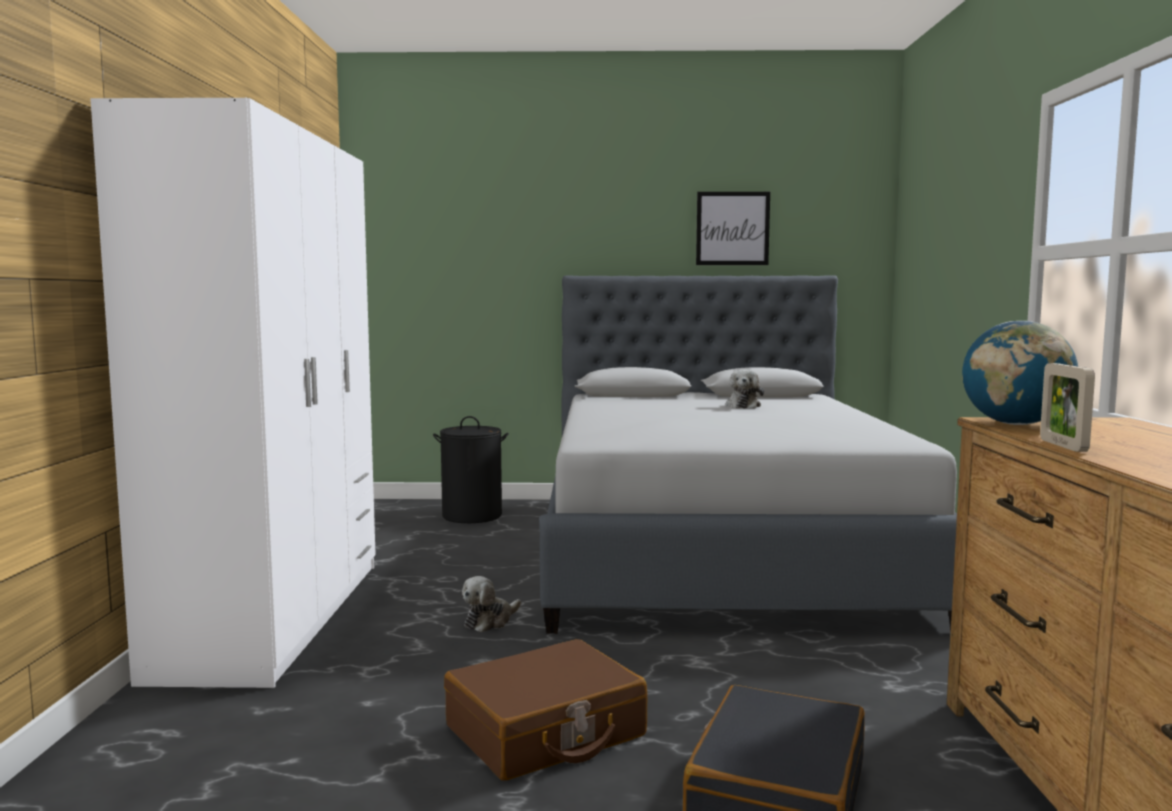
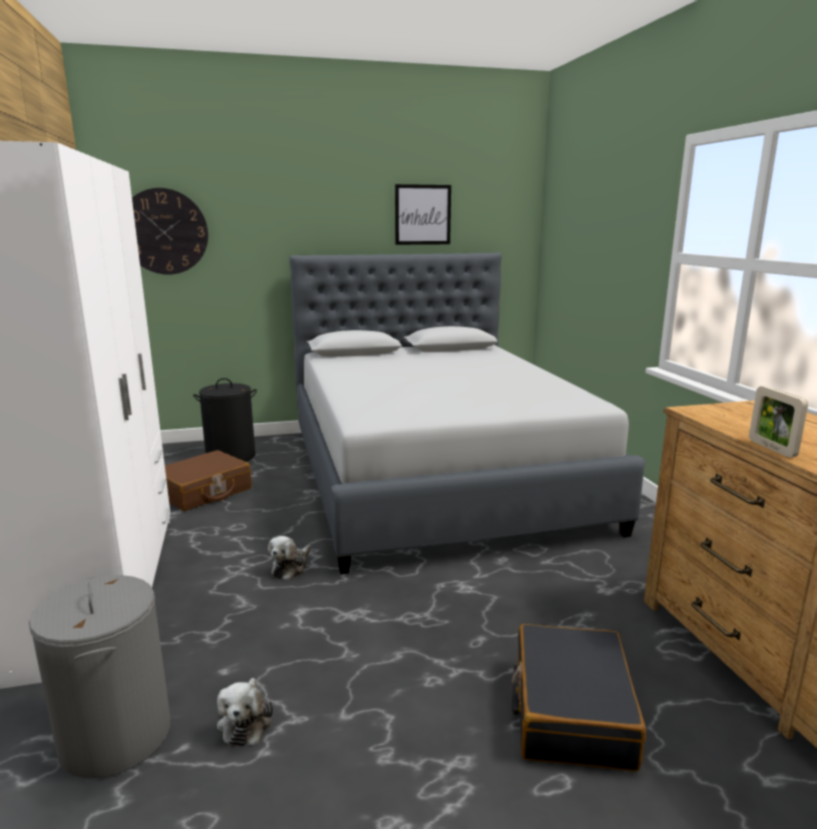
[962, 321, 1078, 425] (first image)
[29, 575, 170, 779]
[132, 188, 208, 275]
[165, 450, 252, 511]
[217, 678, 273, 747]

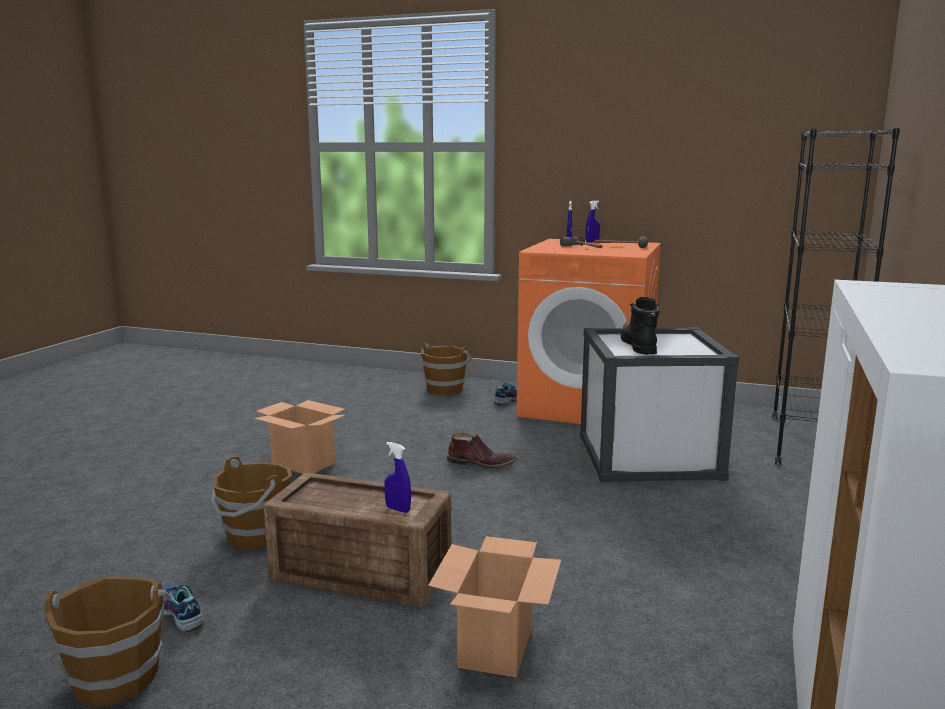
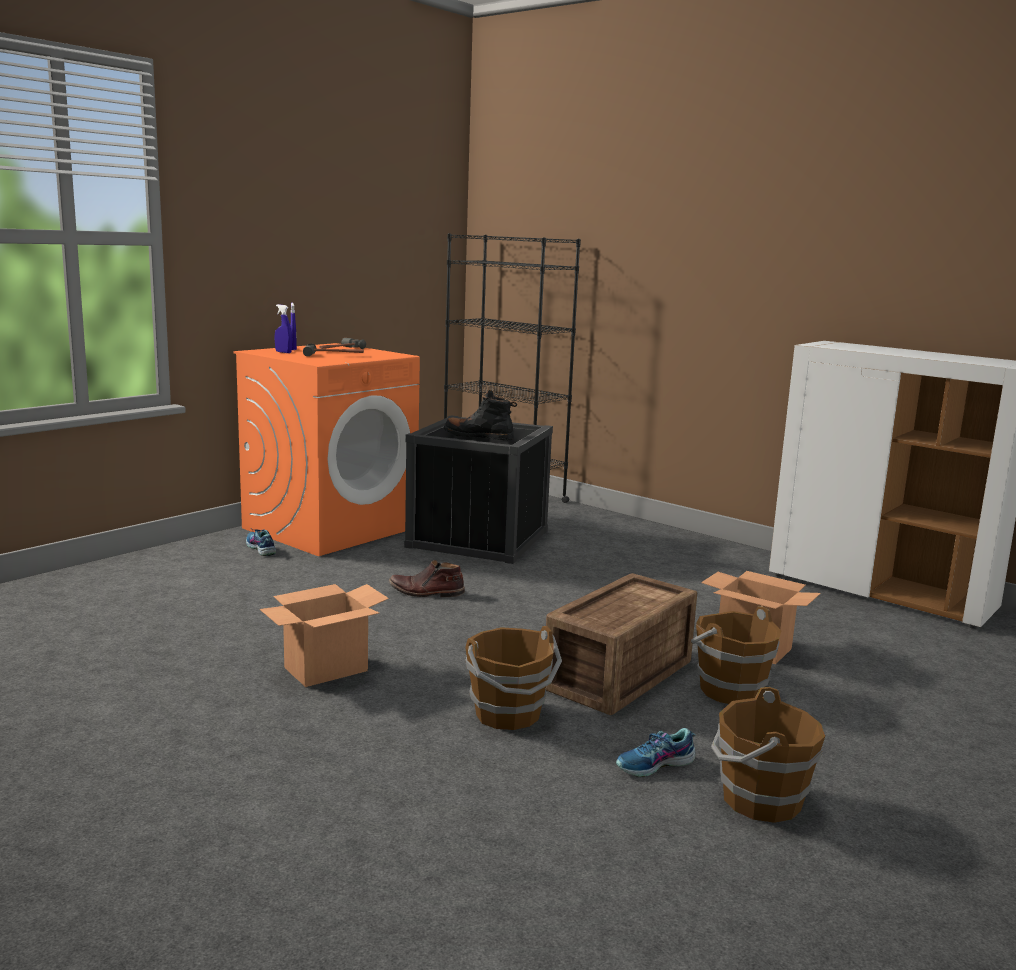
[384, 442, 411, 513] (first image)
[691, 606, 781, 704]
[404, 415, 553, 564]
[389, 560, 465, 597]

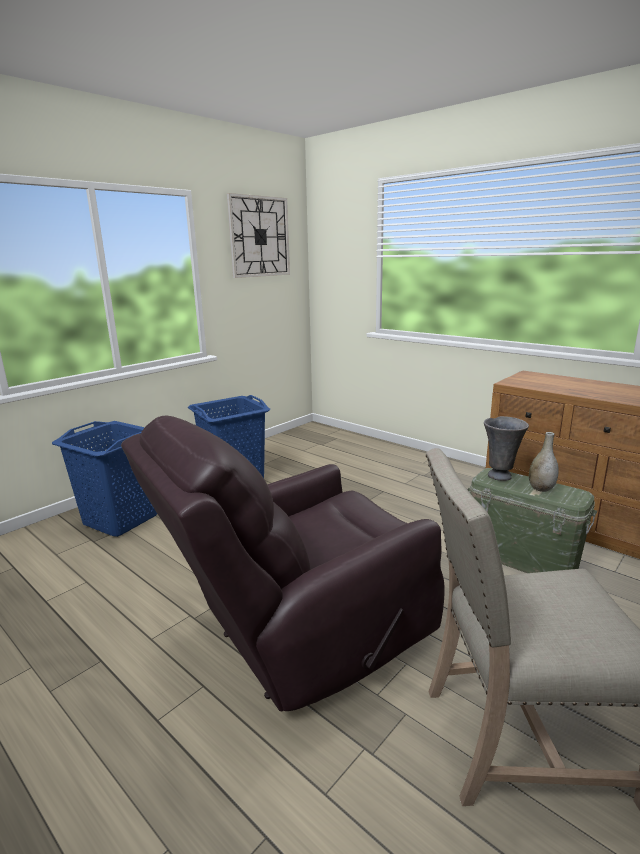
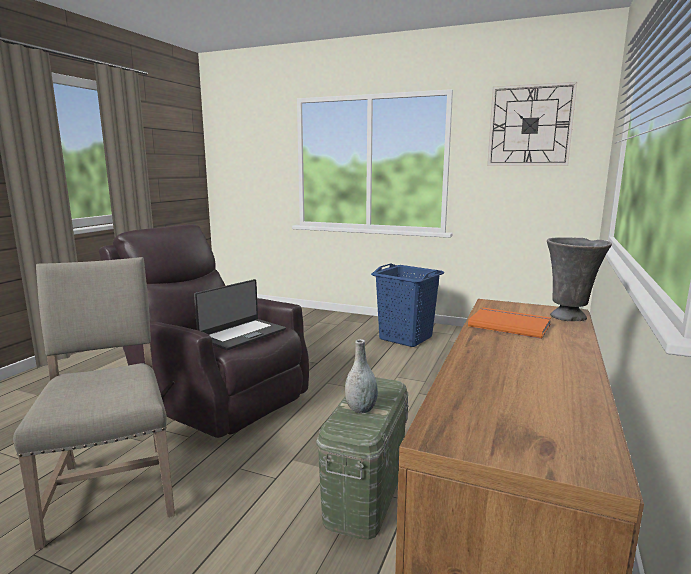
[52, 421, 157, 537] (first image)
[194, 279, 286, 350]
[468, 307, 551, 339]
[547, 237, 612, 321]

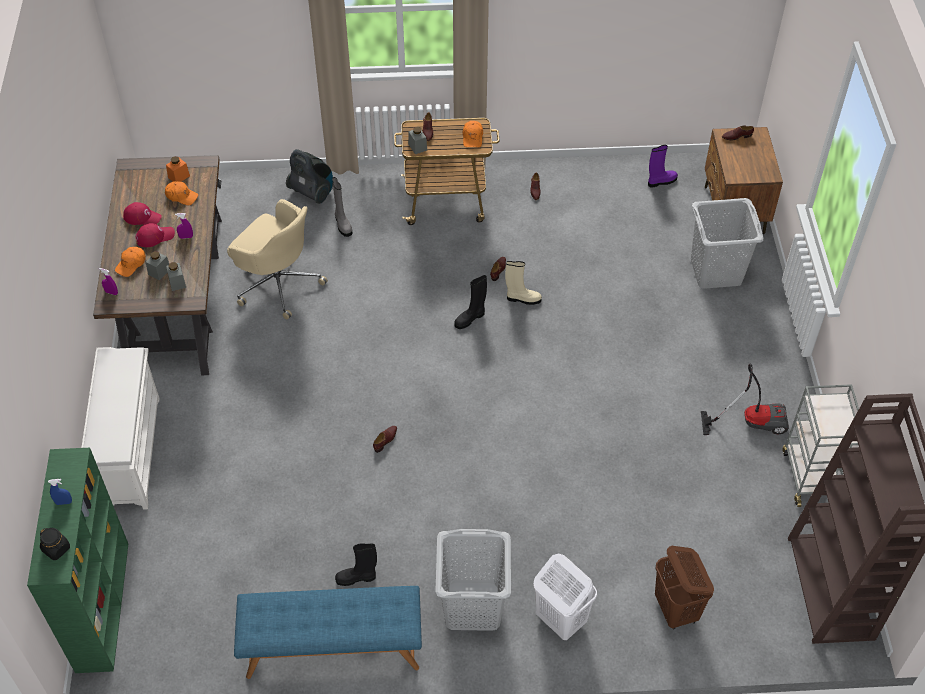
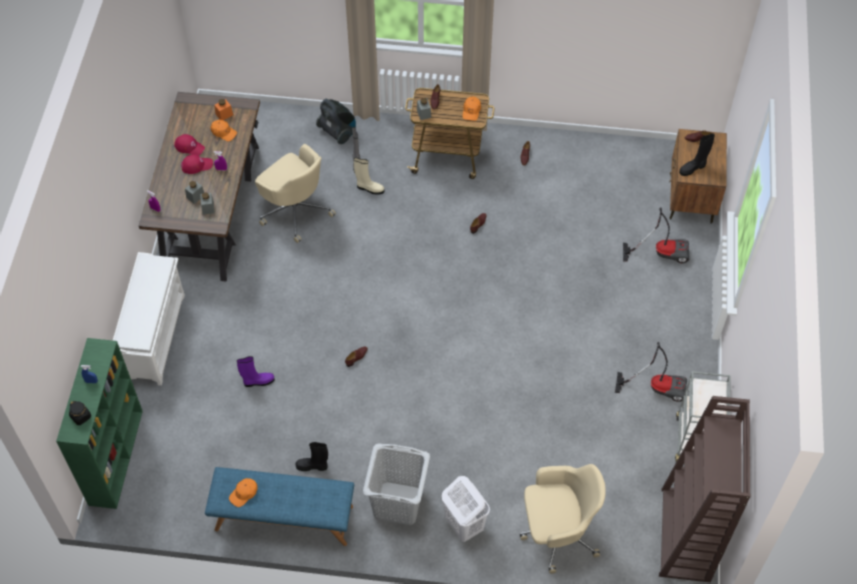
[229, 478, 258, 507]
[679, 134, 715, 176]
[354, 158, 384, 195]
[237, 356, 275, 387]
[520, 464, 606, 574]
[623, 207, 690, 263]

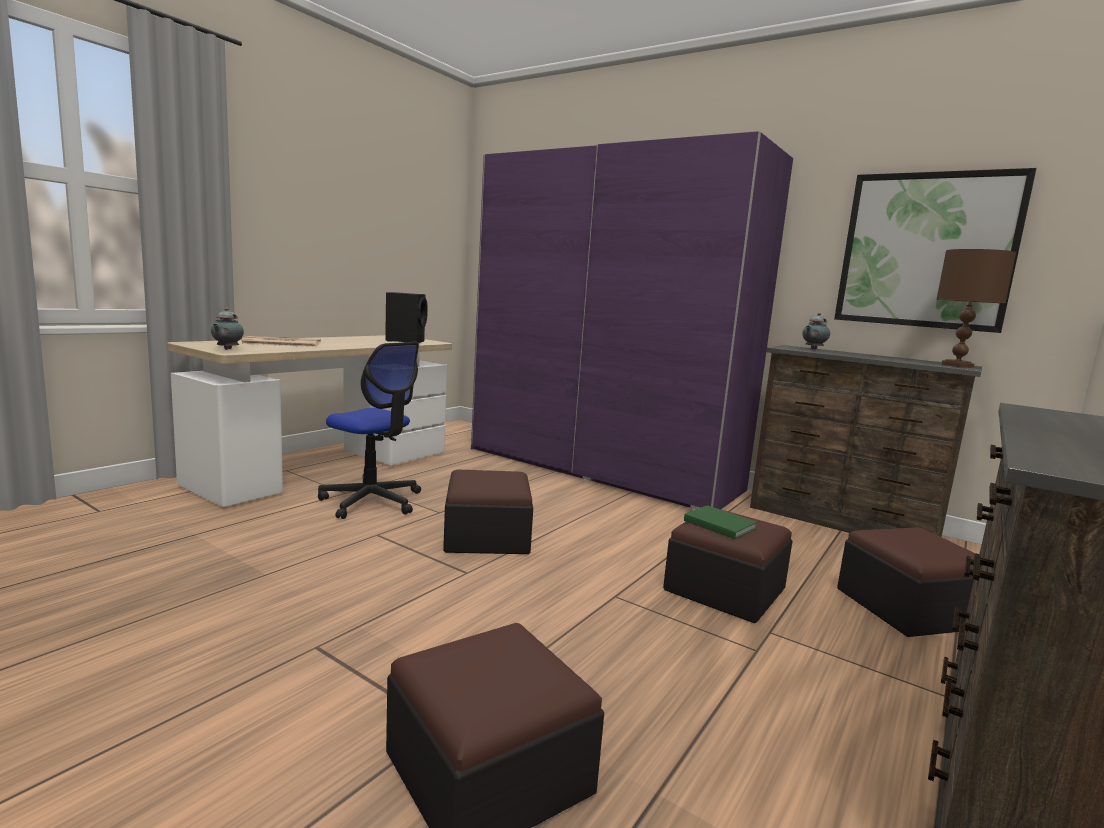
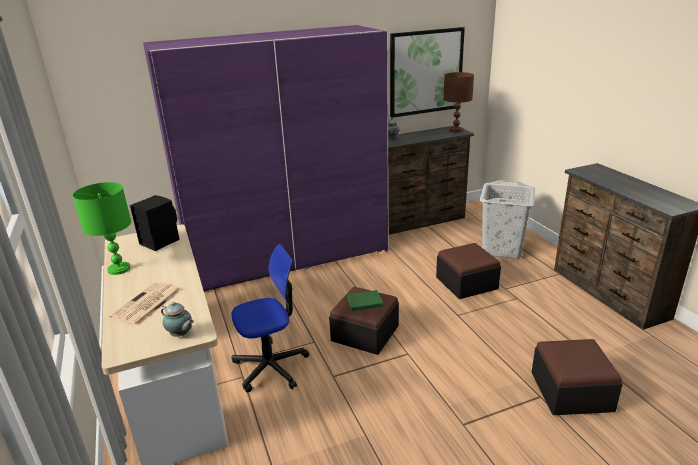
[73, 182, 131, 275]
[347, 290, 383, 311]
[480, 180, 535, 259]

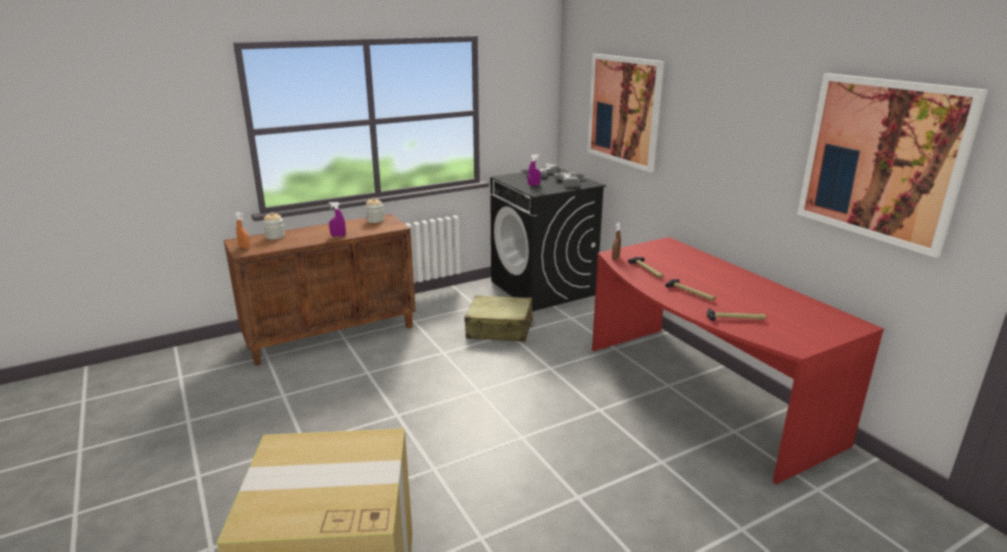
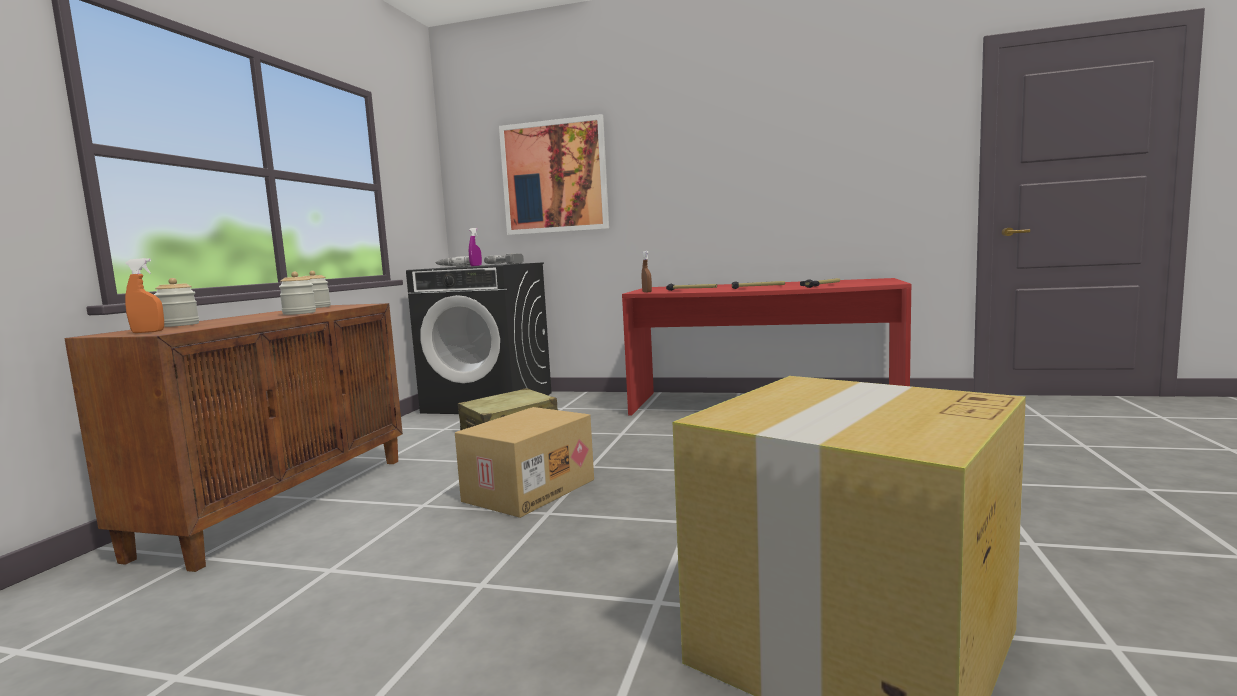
[797, 73, 988, 258] (first image)
[455, 407, 594, 518]
[279, 272, 316, 315]

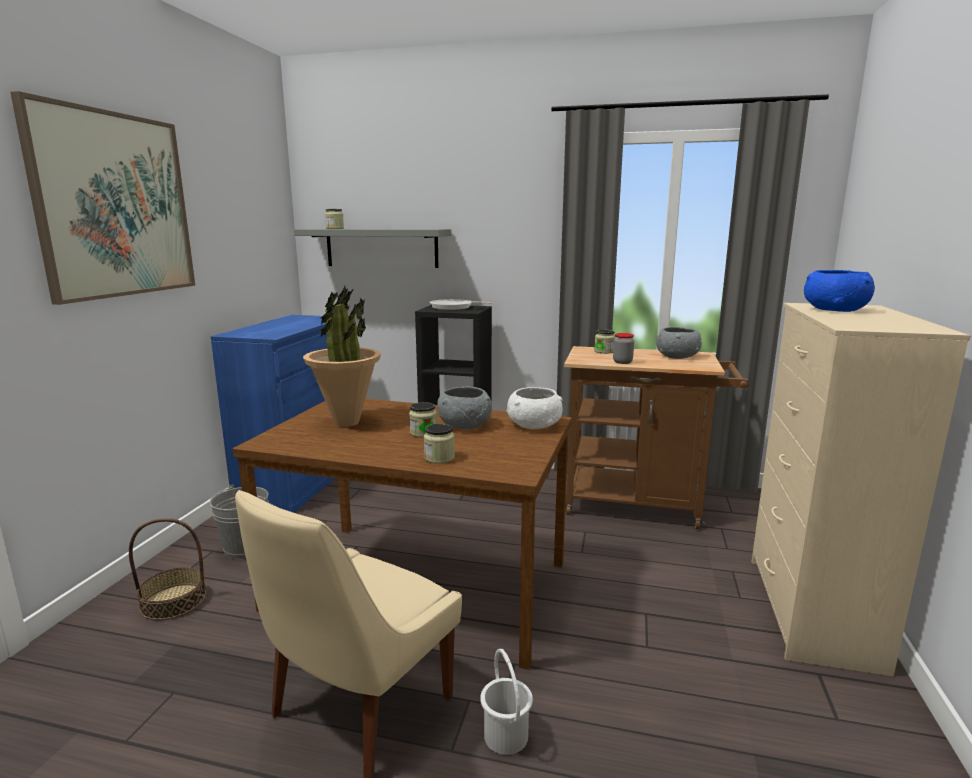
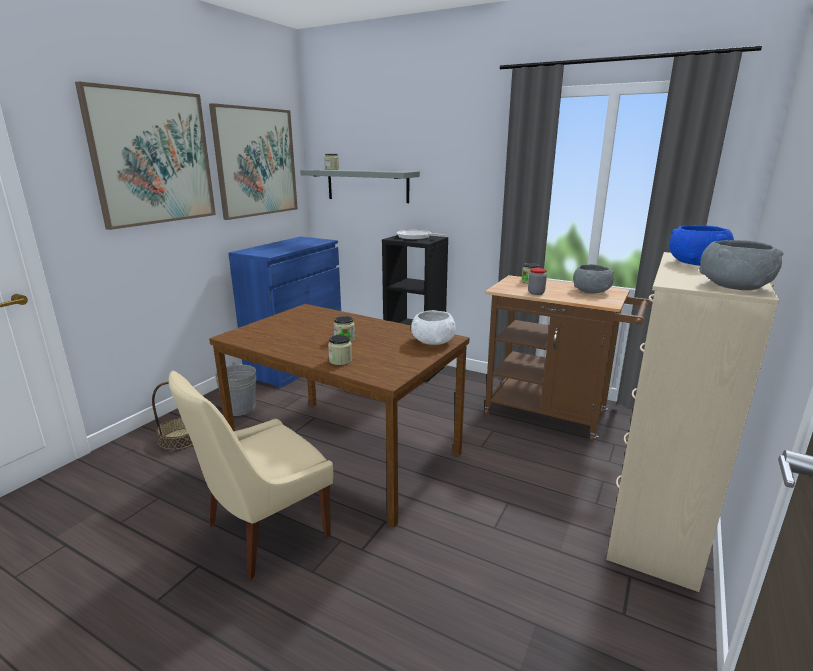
[303, 286, 381, 427] (first image)
[480, 649, 533, 755] (first image)
[209, 103, 298, 220]
[699, 240, 784, 290]

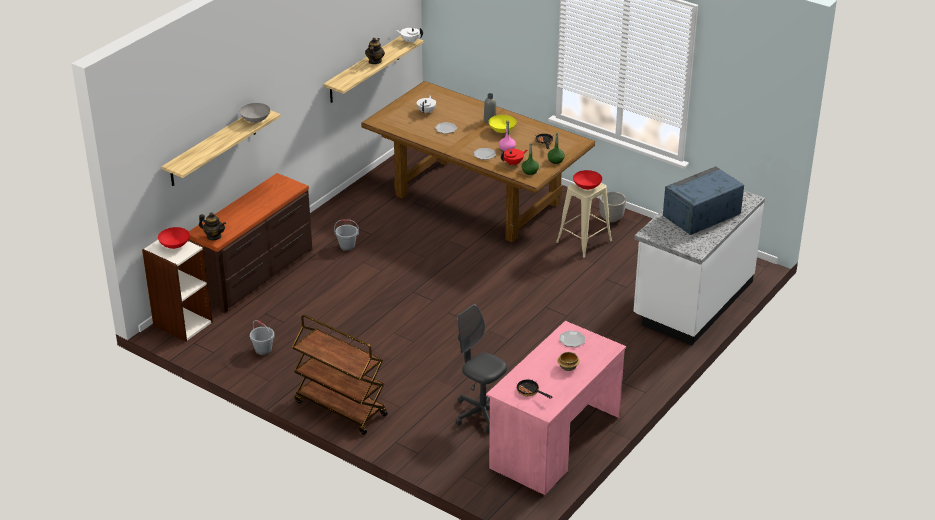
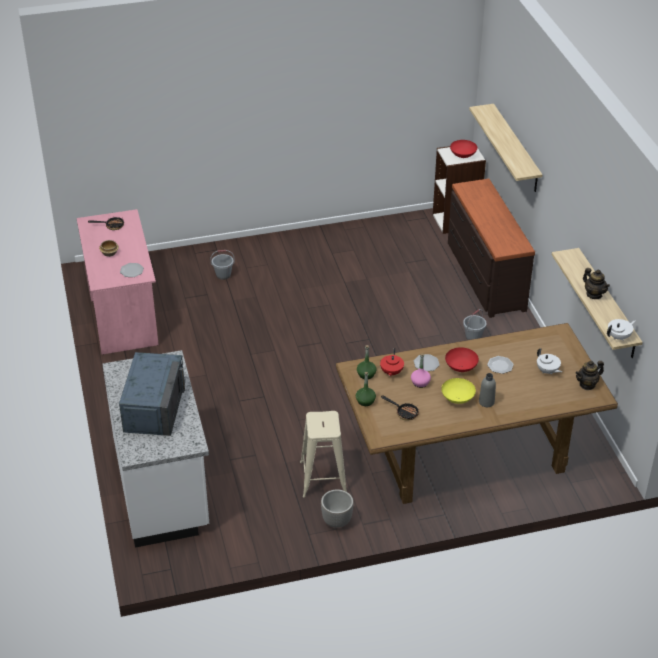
[239, 103, 270, 123] (first image)
[292, 315, 388, 435] (first image)
[456, 304, 507, 433] (first image)
[575, 361, 604, 390]
[210, 250, 235, 280]
[445, 347, 479, 372]

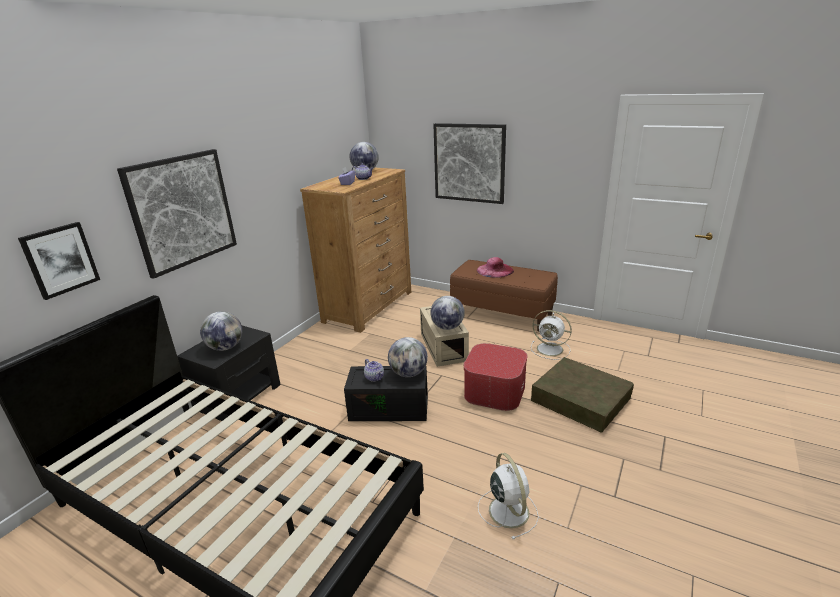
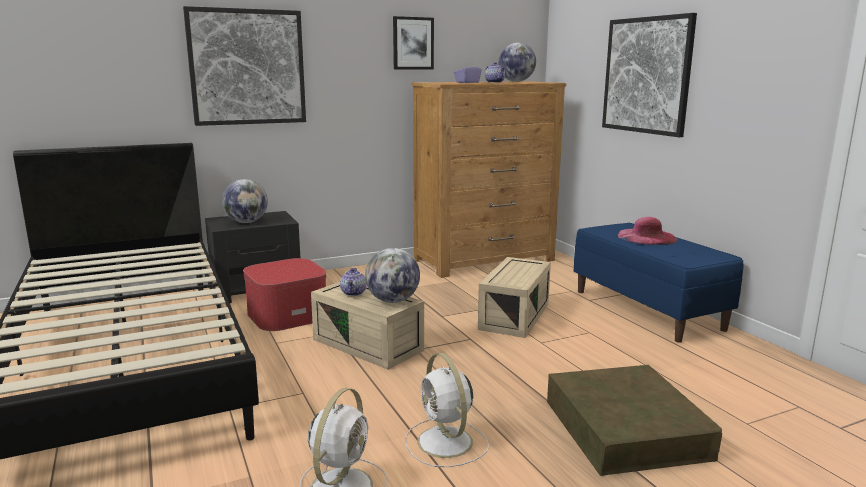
[430, 296, 465, 330] (first image)
[393, 16, 434, 69]
[243, 258, 326, 331]
[405, 353, 489, 467]
[311, 282, 424, 370]
[573, 223, 743, 343]

